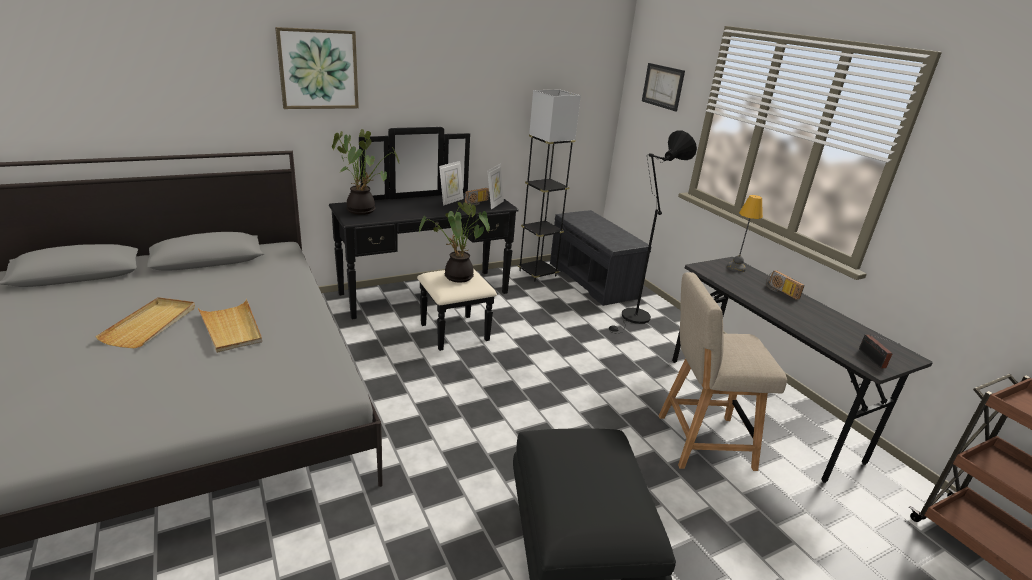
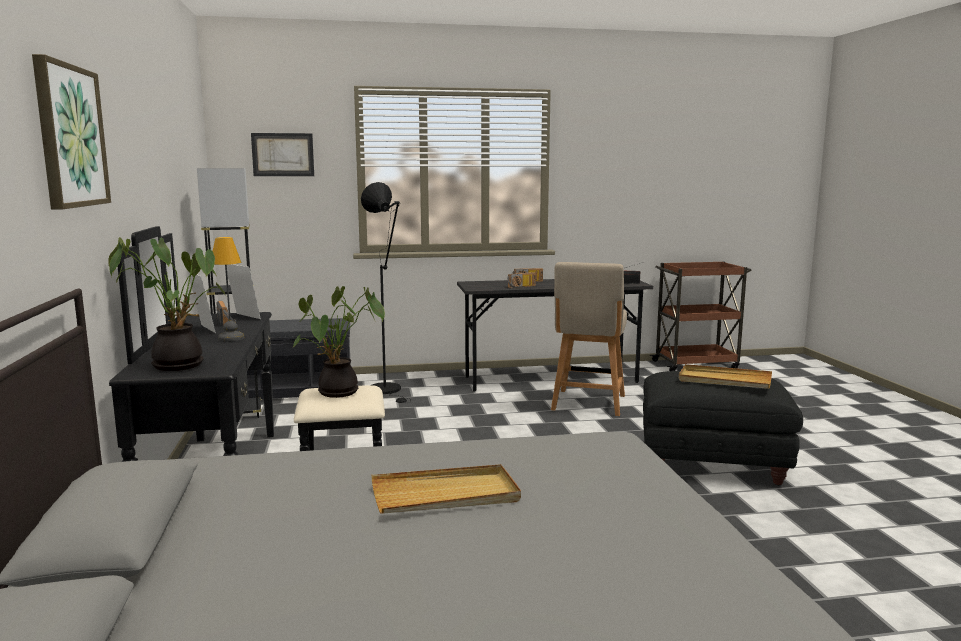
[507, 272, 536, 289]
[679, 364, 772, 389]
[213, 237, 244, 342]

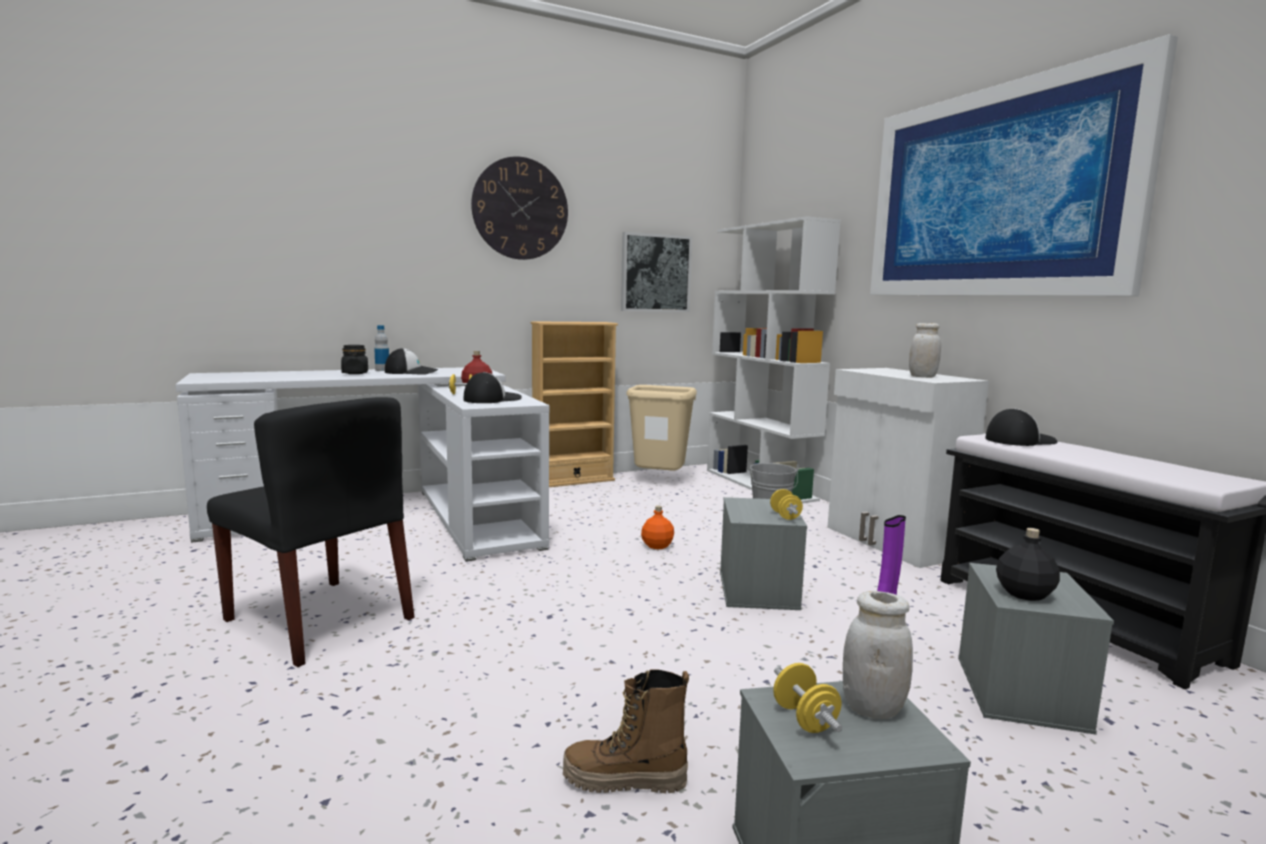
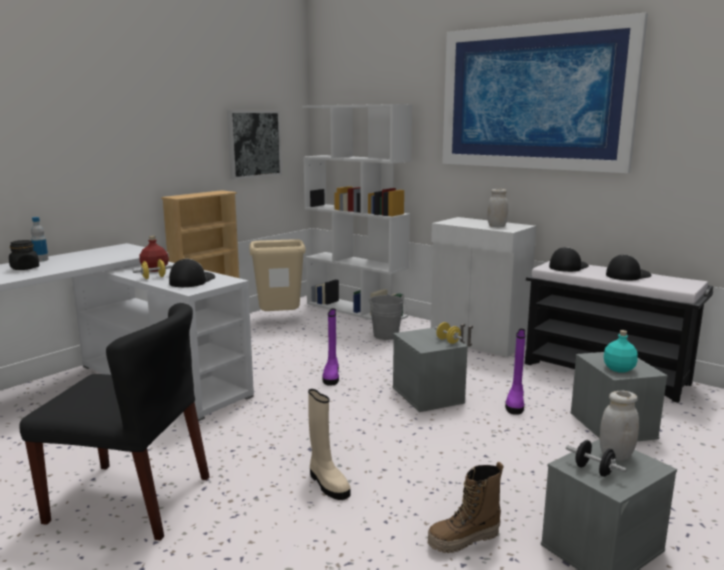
[471, 156, 568, 260] (first image)
[308, 389, 351, 500]
[606, 254, 651, 280]
[323, 308, 339, 386]
[566, 440, 627, 477]
[604, 330, 638, 373]

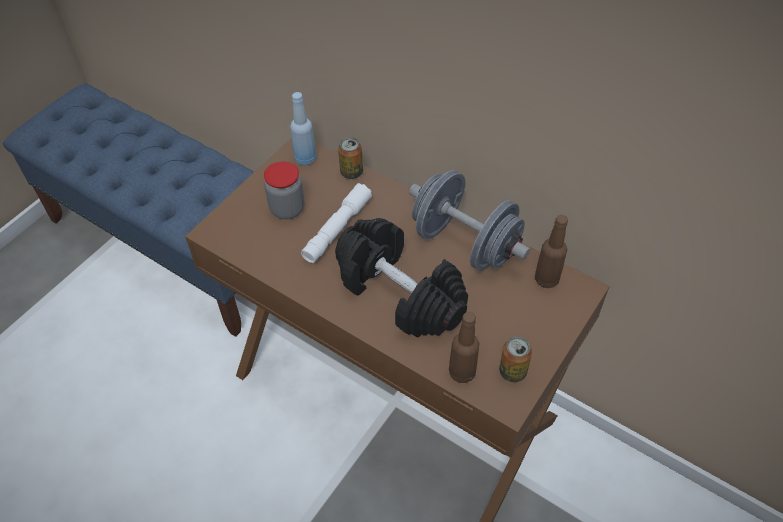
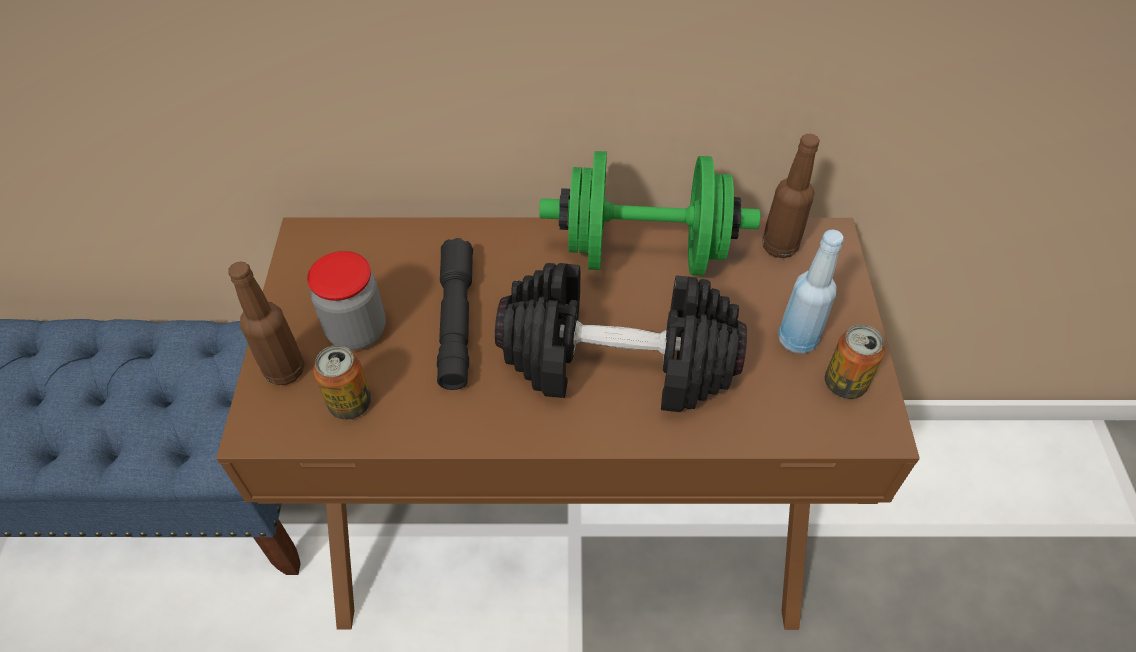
[778, 229, 844, 354]
[313, 345, 371, 420]
[228, 262, 305, 385]
[437, 238, 473, 390]
[539, 151, 760, 276]

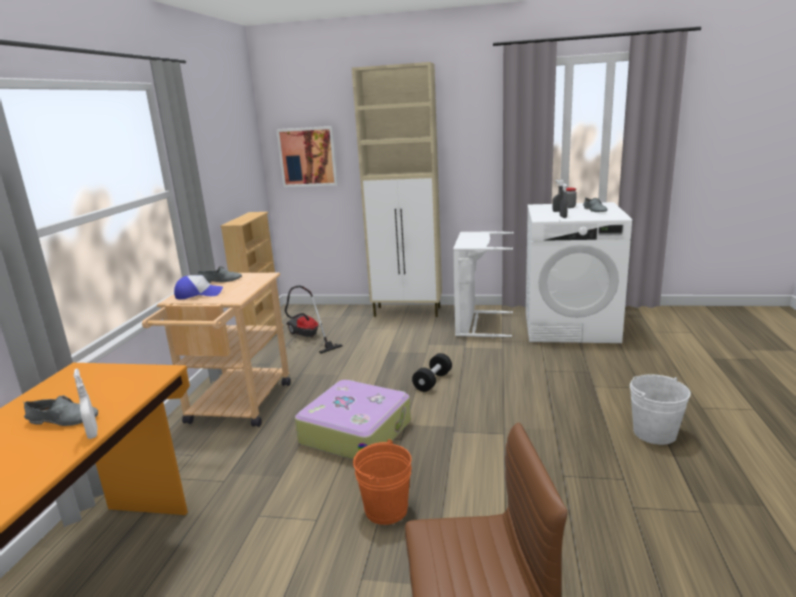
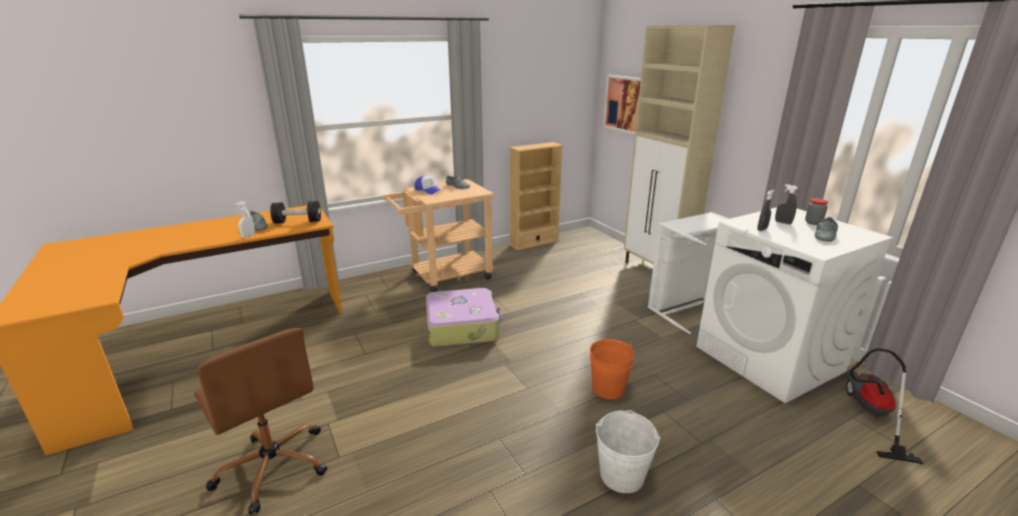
[846, 348, 923, 464]
[589, 339, 634, 400]
[270, 201, 321, 224]

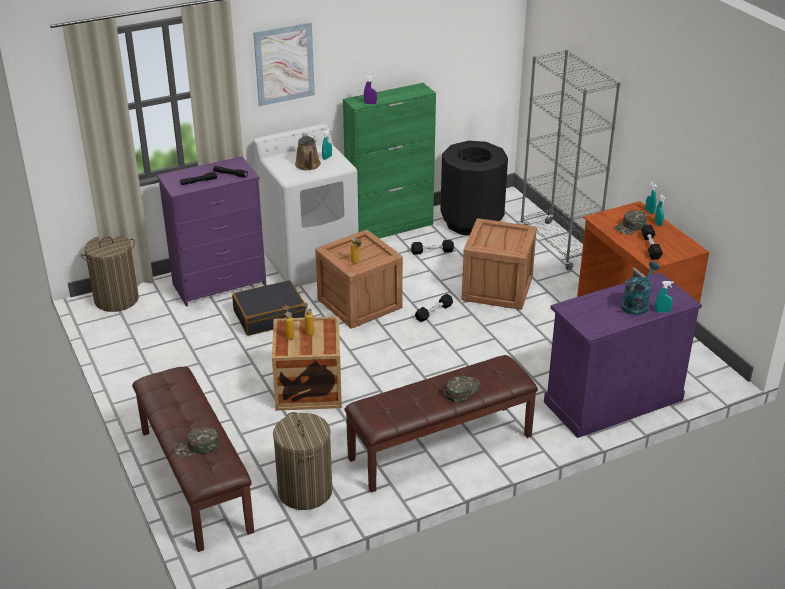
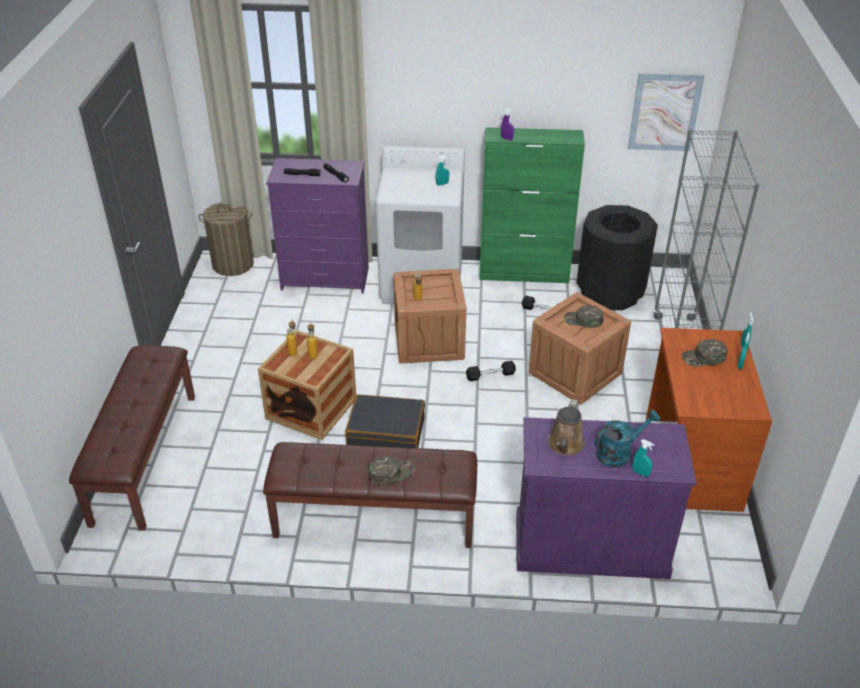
[273, 412, 332, 510] (first image)
[641, 225, 663, 259] (first image)
[564, 305, 604, 328]
[345, 394, 425, 448]
[628, 73, 705, 151]
[548, 399, 585, 456]

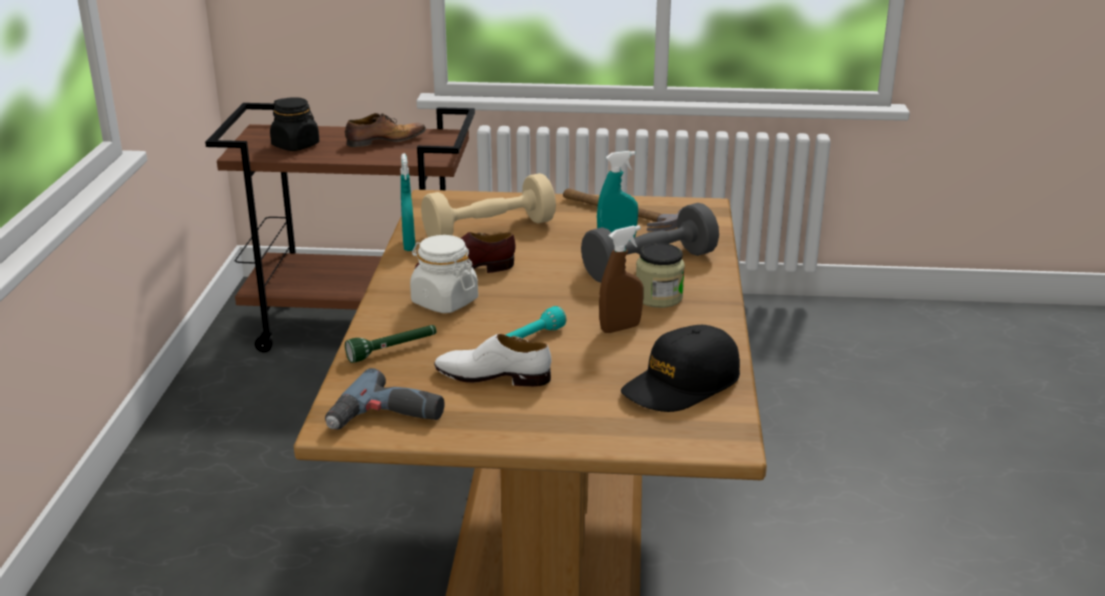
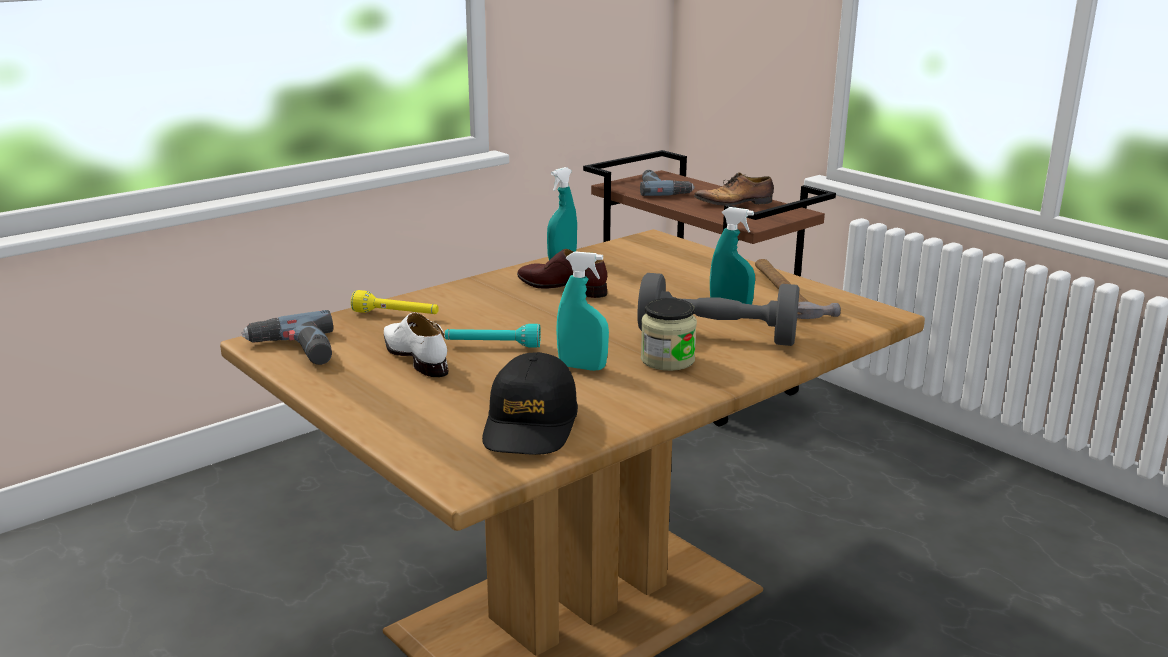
[410, 235, 478, 313] (first image)
[421, 173, 556, 237] (first image)
[640, 170, 695, 196]
[351, 290, 439, 314]
[556, 251, 609, 371]
[694, 172, 774, 206]
[482, 352, 578, 455]

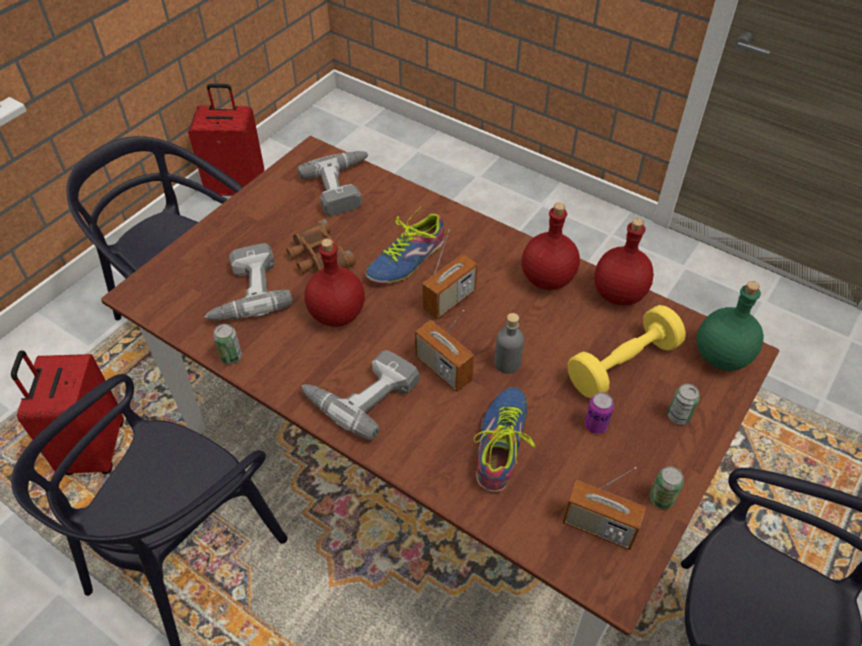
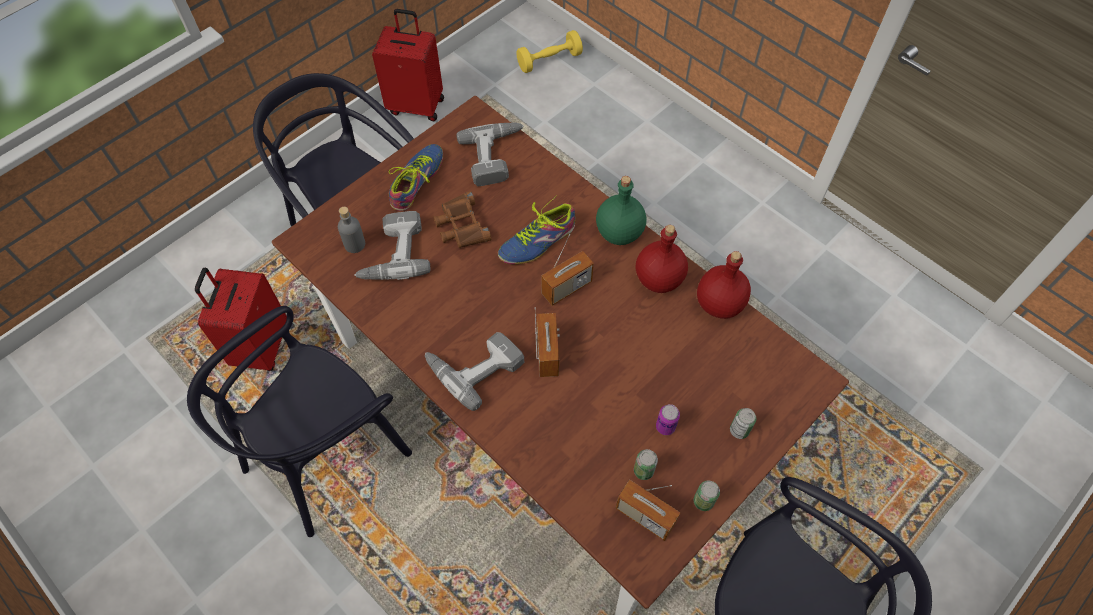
[304, 239, 365, 327] (first image)
[634, 449, 658, 480]
[388, 144, 443, 211]
[338, 207, 365, 253]
[516, 30, 583, 73]
[596, 176, 646, 245]
[534, 308, 560, 377]

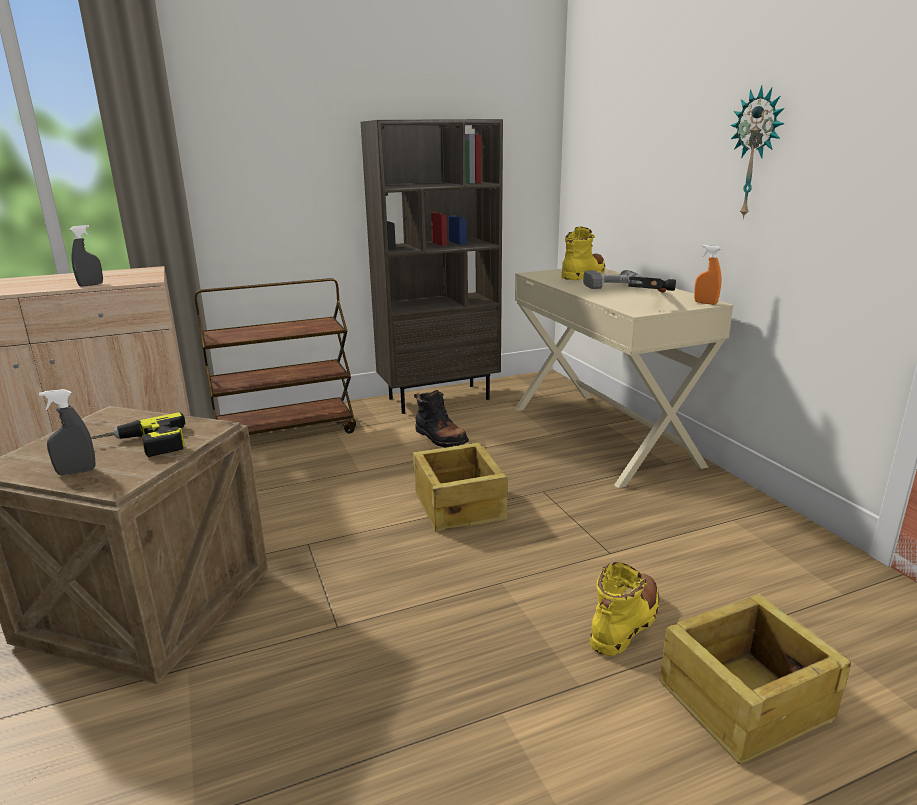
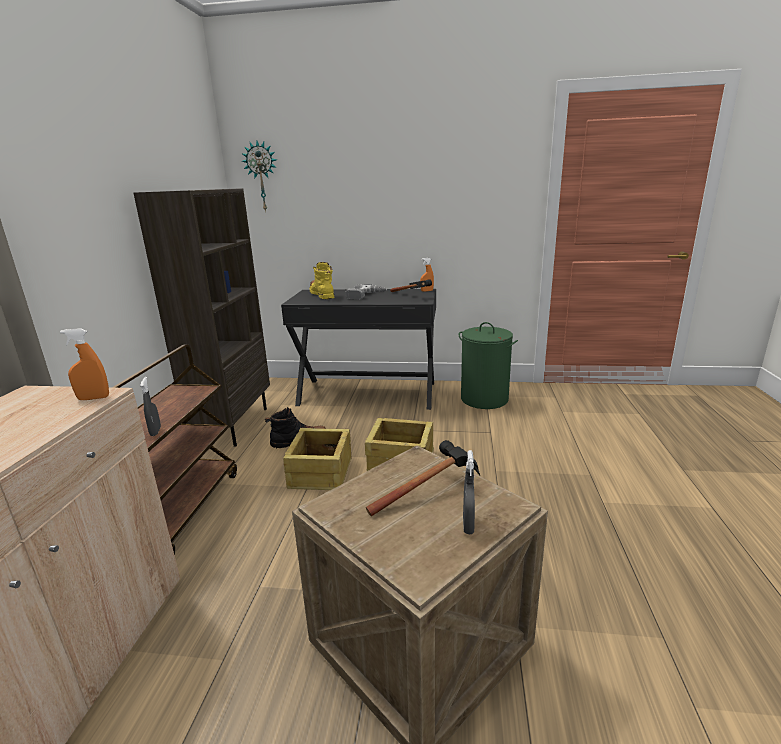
[589, 562, 660, 656] (first image)
[60, 328, 109, 400]
[459, 322, 518, 409]
[140, 377, 161, 436]
[283, 428, 351, 490]
[241, 141, 277, 212]
[366, 440, 480, 516]
[281, 289, 436, 410]

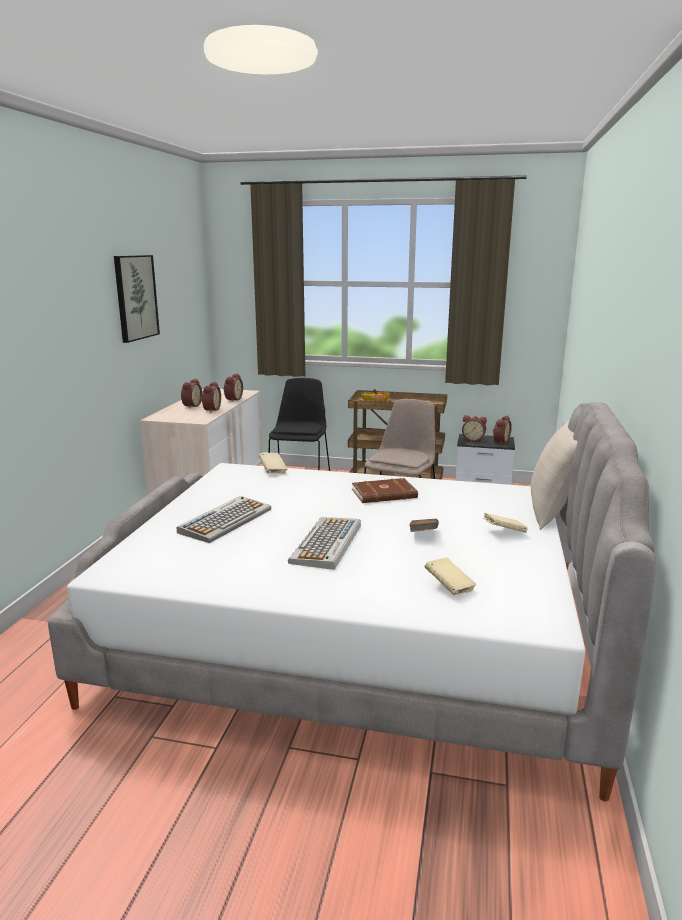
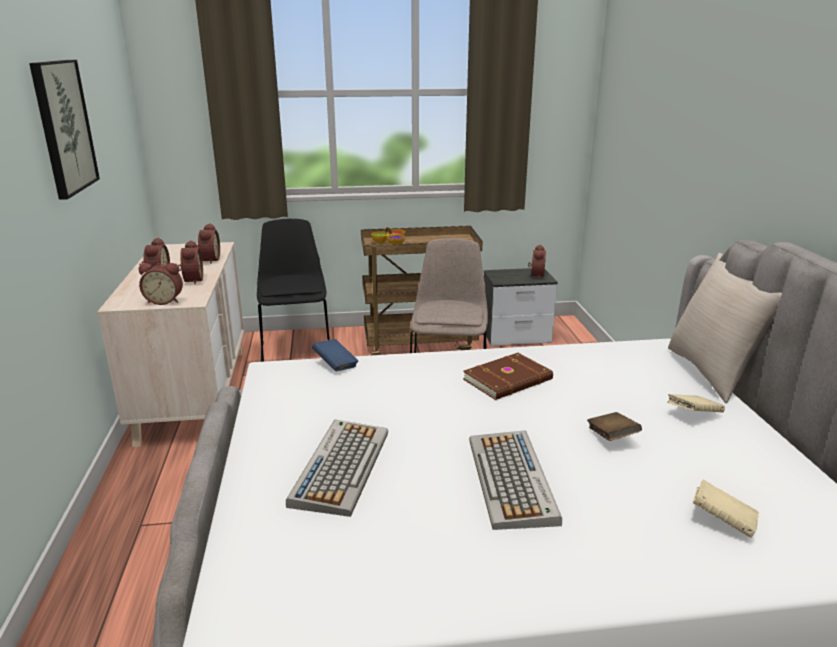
[139, 263, 183, 305]
[312, 339, 358, 371]

